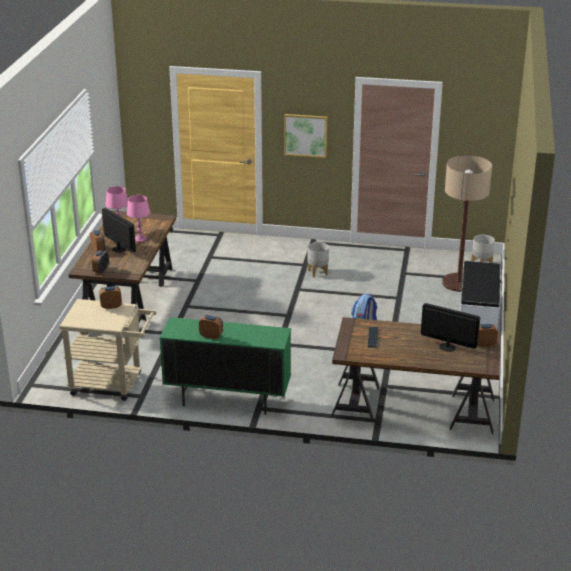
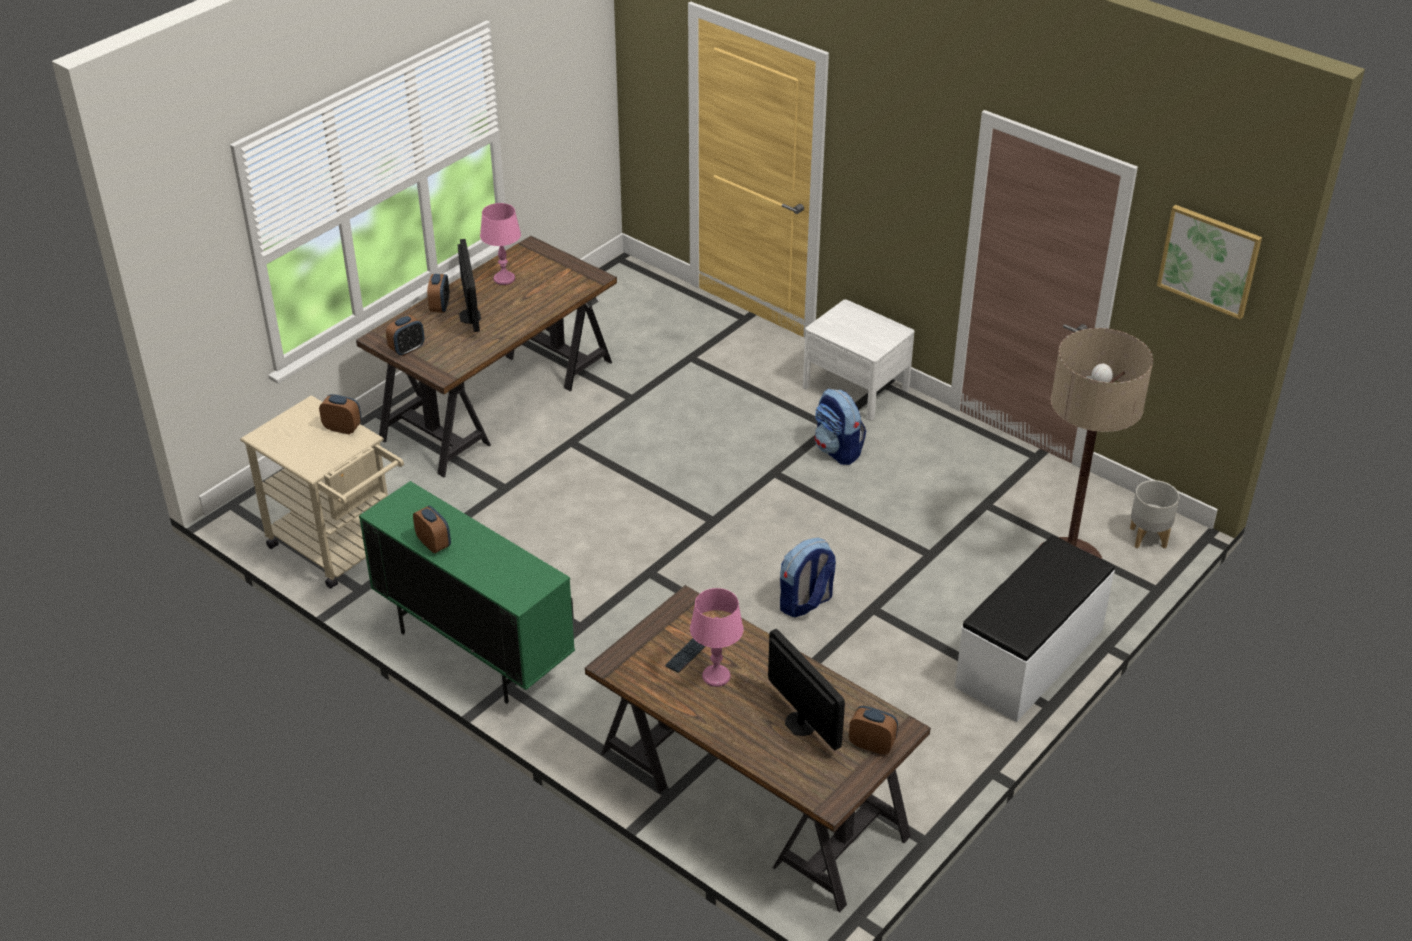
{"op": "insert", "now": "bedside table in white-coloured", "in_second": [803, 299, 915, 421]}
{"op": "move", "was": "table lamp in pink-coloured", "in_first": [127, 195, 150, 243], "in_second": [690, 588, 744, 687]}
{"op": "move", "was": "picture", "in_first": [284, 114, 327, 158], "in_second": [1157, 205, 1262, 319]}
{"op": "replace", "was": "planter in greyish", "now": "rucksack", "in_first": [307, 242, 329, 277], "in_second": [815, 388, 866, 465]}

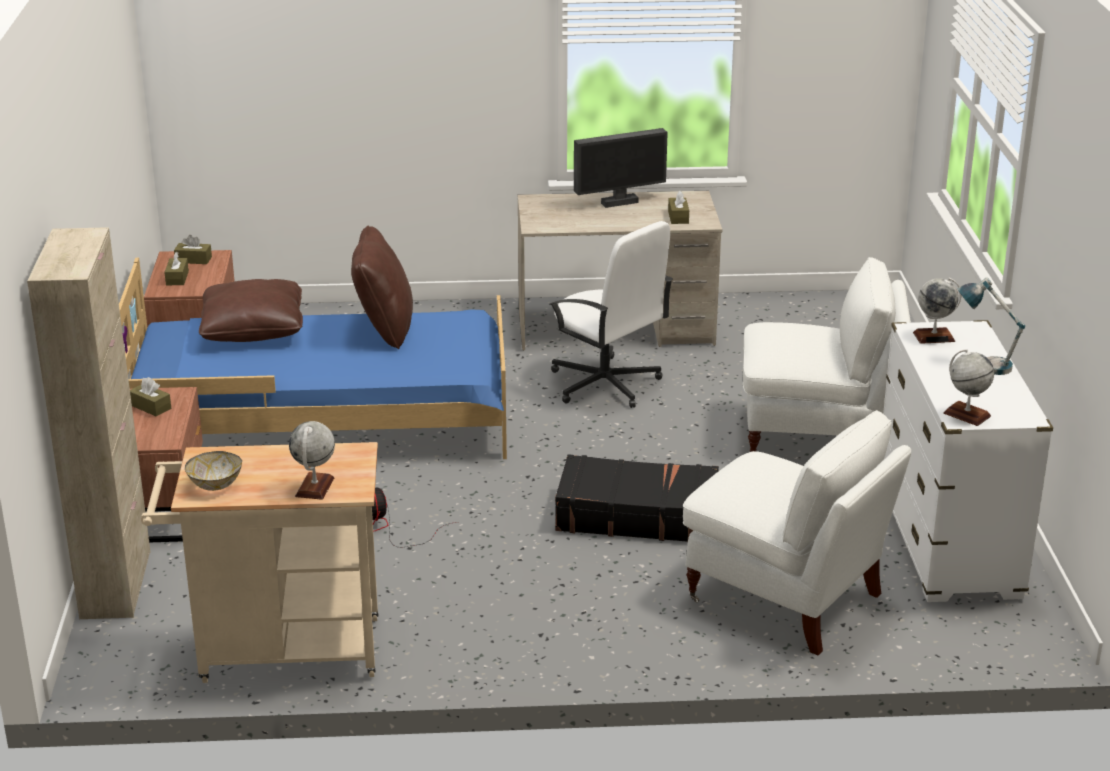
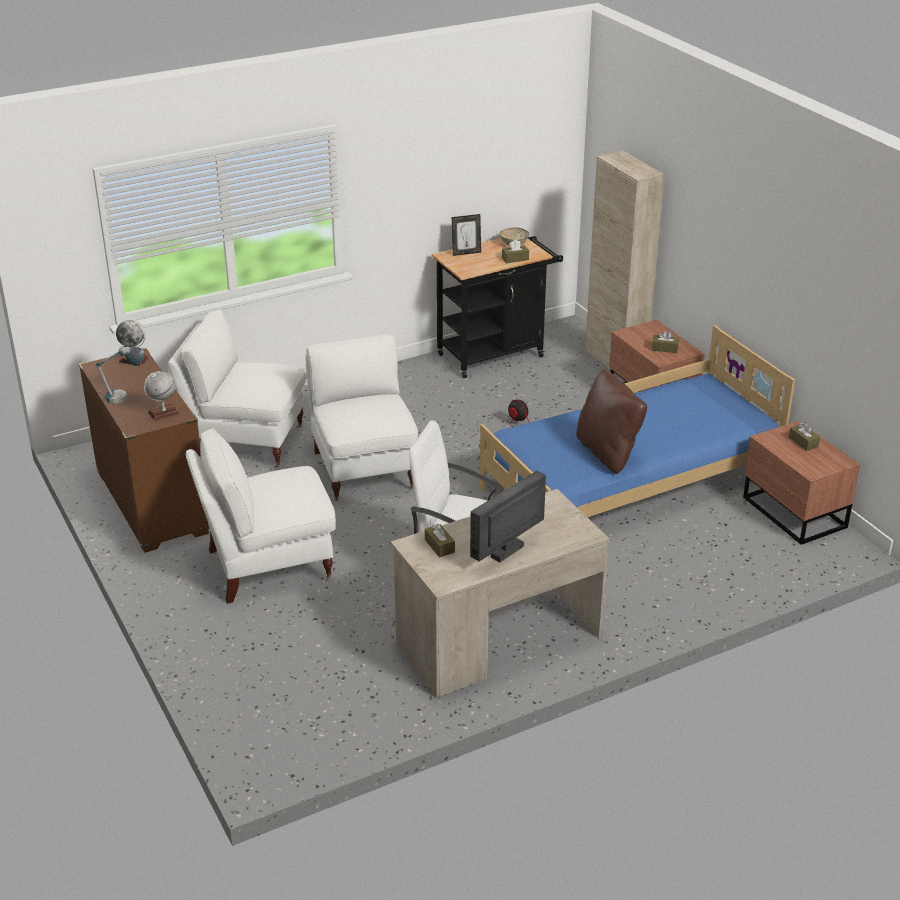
{"op": "delete", "was": "pillow in brown-coloured", "in_first": [199, 279, 303, 342]}
{"op": "move", "was": "tissue holder in brown-coloured", "in_first": [174, 235, 212, 264], "in_second": [502, 240, 529, 263]}
{"op": "replace", "was": "world globe", "now": "photo frame", "in_first": [289, 421, 335, 500], "in_second": [452, 214, 481, 256]}
{"op": "replace", "was": "piece of luggage in black-coloured", "now": "lounge chair in white-coloured", "in_first": [555, 454, 719, 542], "in_second": [305, 334, 418, 501]}
{"op": "recolor", "was": "trolley in sand-coloured", "now": "trolley in black-coloured", "in_first": [141, 442, 378, 683], "in_second": [432, 236, 563, 378]}
{"op": "recolor", "was": "dresser in white-coloured", "now": "dresser in brown-coloured", "in_first": [883, 320, 1053, 602], "in_second": [79, 348, 209, 553]}

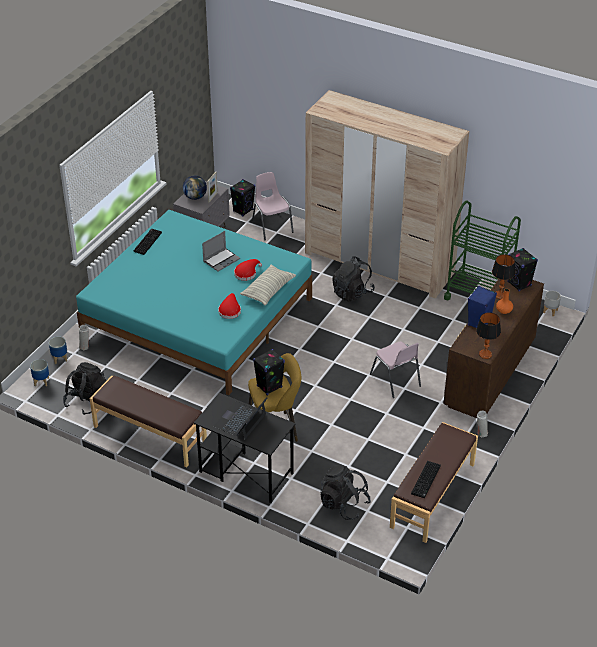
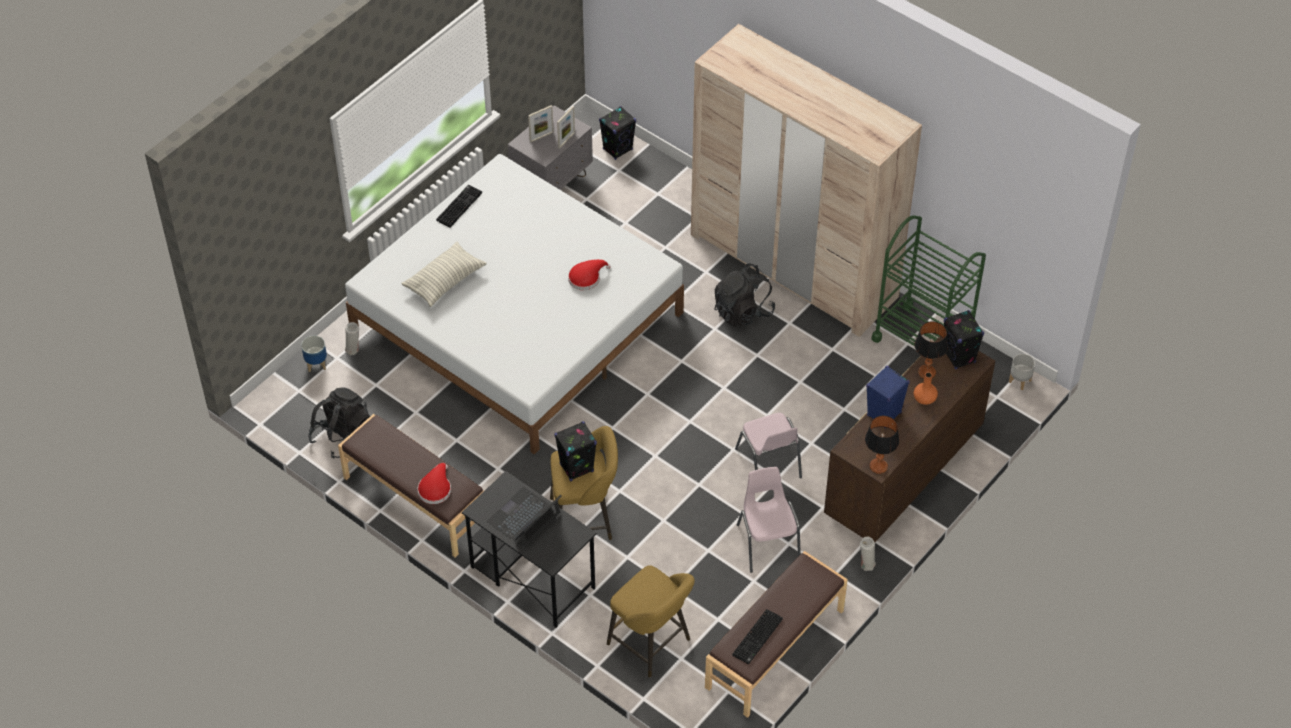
{"op": "delete", "was": "planter", "in_first": [30, 359, 49, 387]}
{"op": "delete", "was": "notebook computer", "in_first": [202, 231, 240, 271]}
{"op": "move", "was": "hat in red-coloured", "in_first": [218, 293, 241, 319], "in_second": [417, 463, 451, 504]}
{"op": "move", "was": "pillow", "in_first": [240, 265, 296, 306], "in_second": [401, 241, 486, 307]}
{"op": "move", "was": "upright chair in pink-coloured", "in_first": [252, 172, 294, 240], "in_second": [737, 467, 801, 573]}
{"op": "replace", "was": "world globe", "now": "photo frame", "in_first": [183, 175, 207, 200], "in_second": [528, 105, 554, 143]}
{"op": "replace", "was": "rucksack in black-coloured", "now": "stool seat in yellowish", "in_first": [321, 465, 371, 520], "in_second": [607, 565, 695, 678]}
{"op": "recolor", "was": "sleeping bed in turquoise-coloured", "now": "sleeping bed in white-coloured", "in_first": [76, 210, 312, 395], "in_second": [345, 154, 684, 454]}

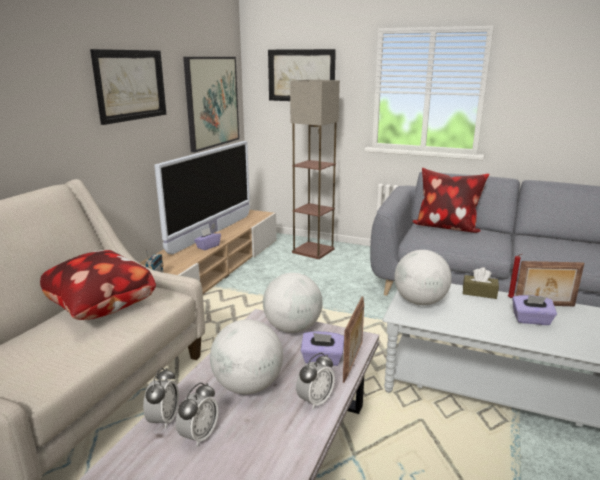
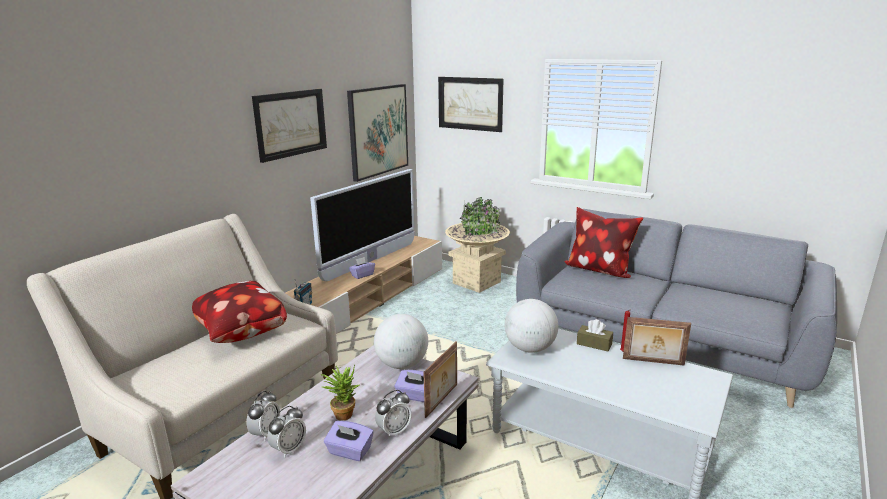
{"op": "move", "was": "tissue holder in purple-coloured", "in_first": [512, 295, 557, 325], "in_second": [324, 421, 374, 461]}
{"op": "replace", "was": "world globe", "now": "houseplant", "in_first": [210, 319, 283, 394], "in_second": [321, 364, 359, 421]}
{"op": "replace", "was": "standing lamp", "now": "planter in sand-coloured", "in_first": [290, 80, 340, 259], "in_second": [445, 197, 510, 293]}

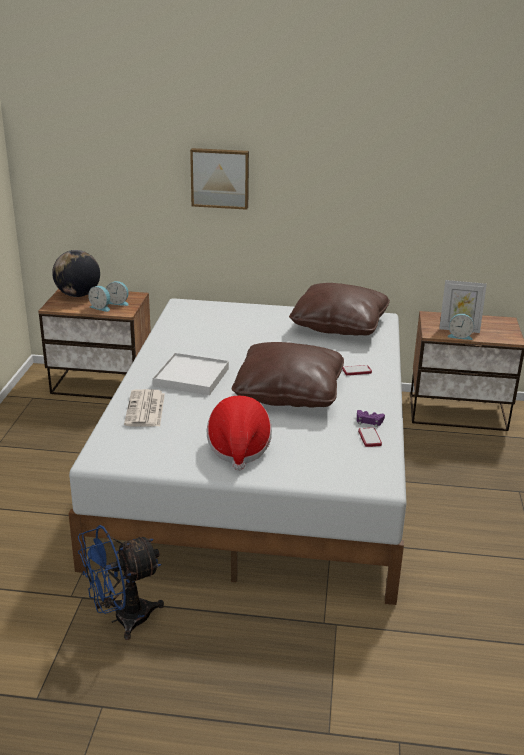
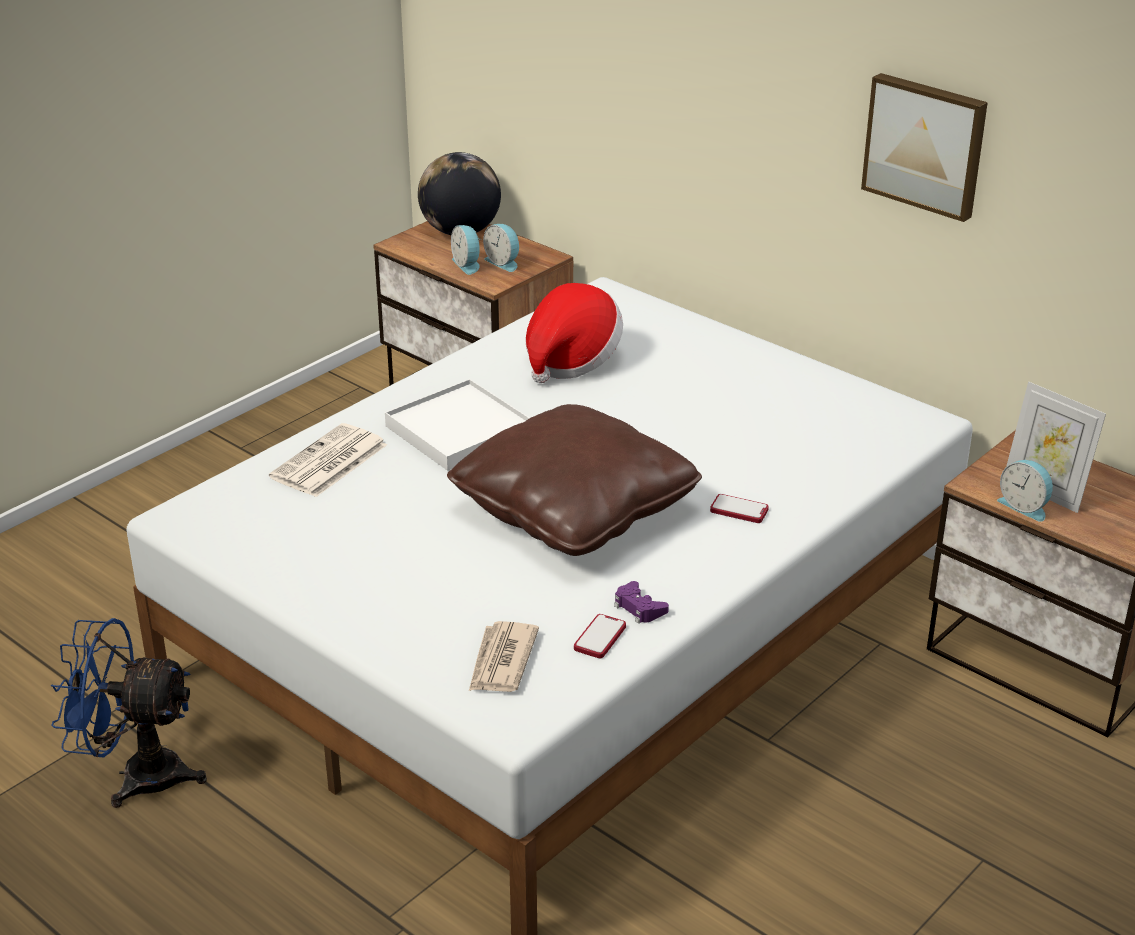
{"op": "delete", "was": "pillow in brown-coloured", "in_first": [289, 283, 390, 336]}
{"op": "insert", "now": "printed paper", "in_second": [469, 621, 539, 692]}
{"op": "move", "was": "picture", "in_first": [190, 148, 249, 210], "in_second": [861, 73, 988, 222]}
{"op": "move", "was": "hat", "in_first": [207, 396, 272, 470], "in_second": [525, 283, 623, 383]}

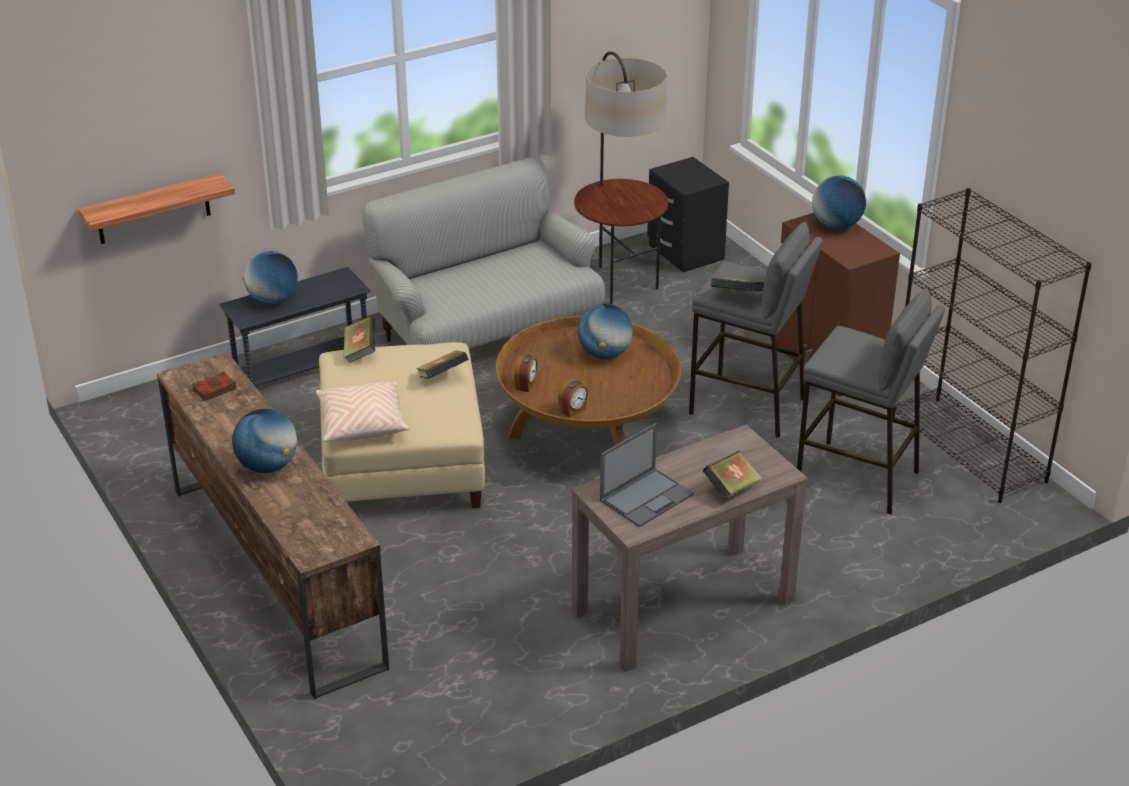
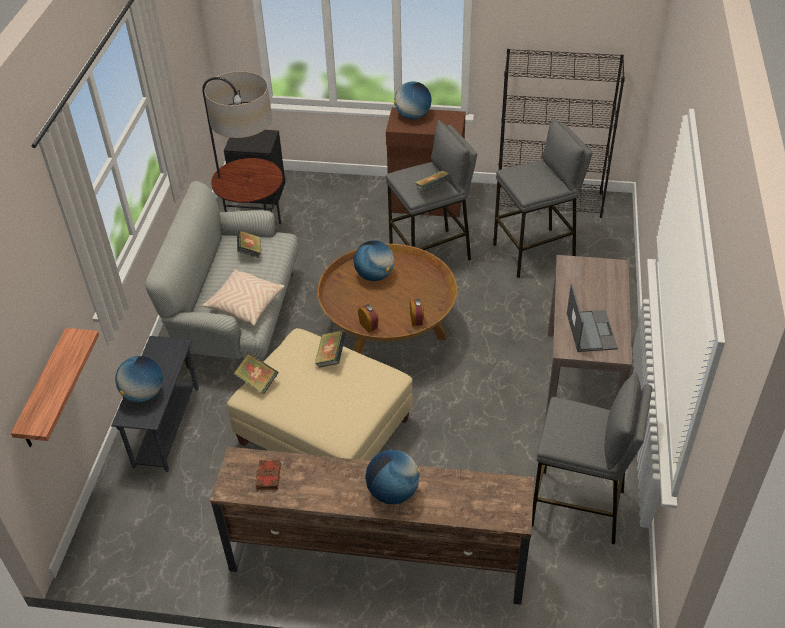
{"op": "insert", "now": "stool seat in greyish", "in_second": [532, 372, 652, 544]}
{"op": "move", "was": "pillow in sand-coloured", "in_first": [315, 381, 410, 442], "in_second": [202, 269, 285, 326]}
{"op": "move", "was": "volume", "in_first": [703, 451, 762, 500], "in_second": [237, 231, 261, 258]}

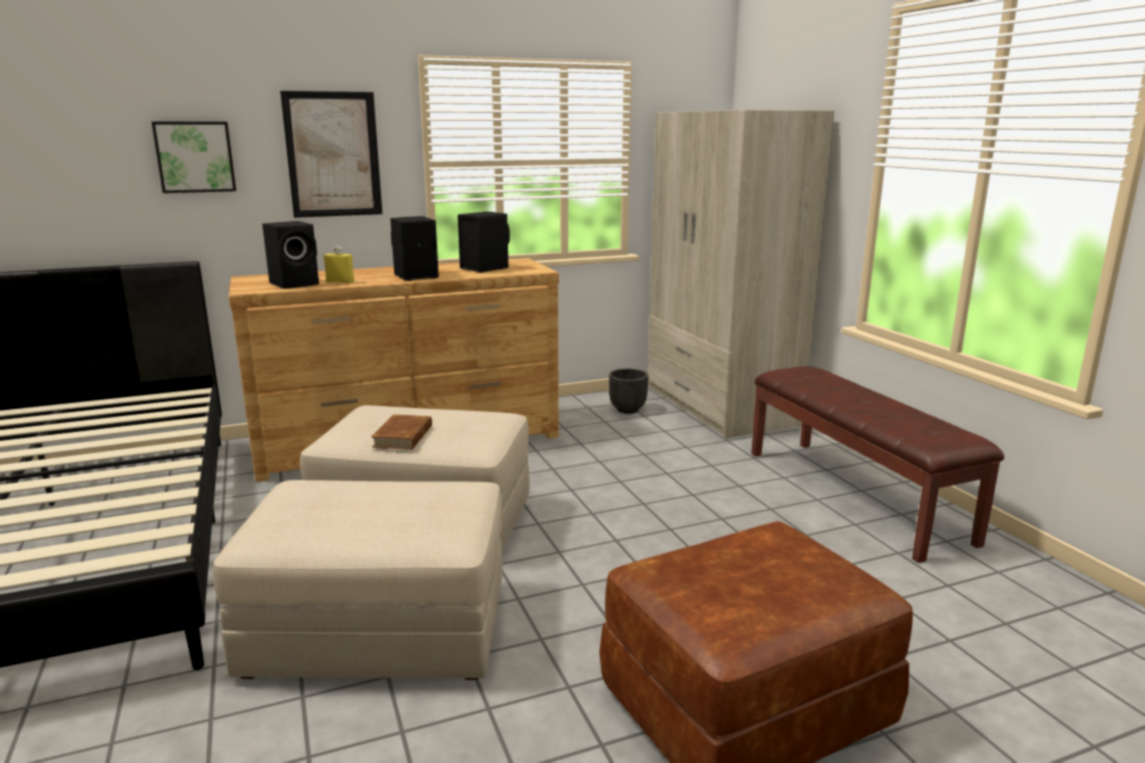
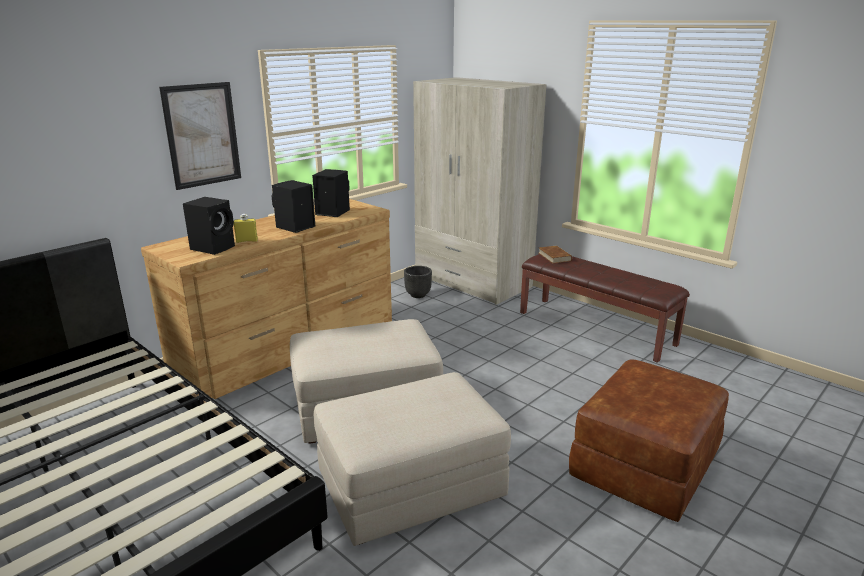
{"op": "delete", "was": "picture", "in_first": [152, 122, 236, 193]}
{"op": "move", "was": "volume in brown-coloured", "in_first": [371, 415, 432, 450], "in_second": [539, 246, 572, 264]}

